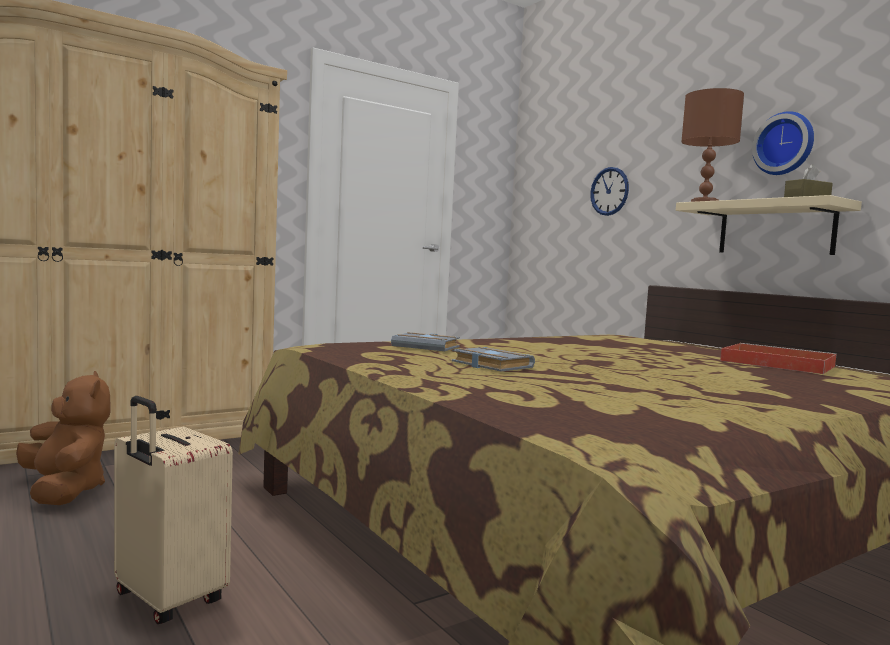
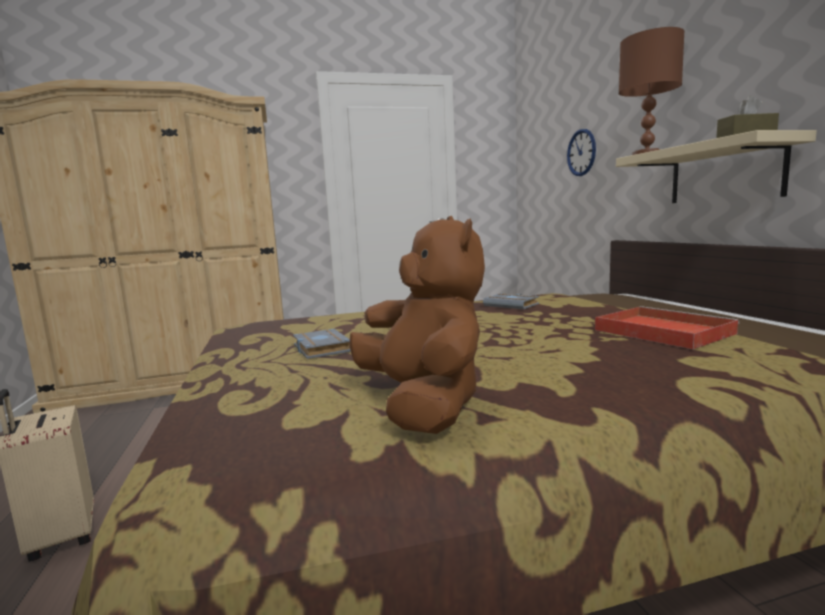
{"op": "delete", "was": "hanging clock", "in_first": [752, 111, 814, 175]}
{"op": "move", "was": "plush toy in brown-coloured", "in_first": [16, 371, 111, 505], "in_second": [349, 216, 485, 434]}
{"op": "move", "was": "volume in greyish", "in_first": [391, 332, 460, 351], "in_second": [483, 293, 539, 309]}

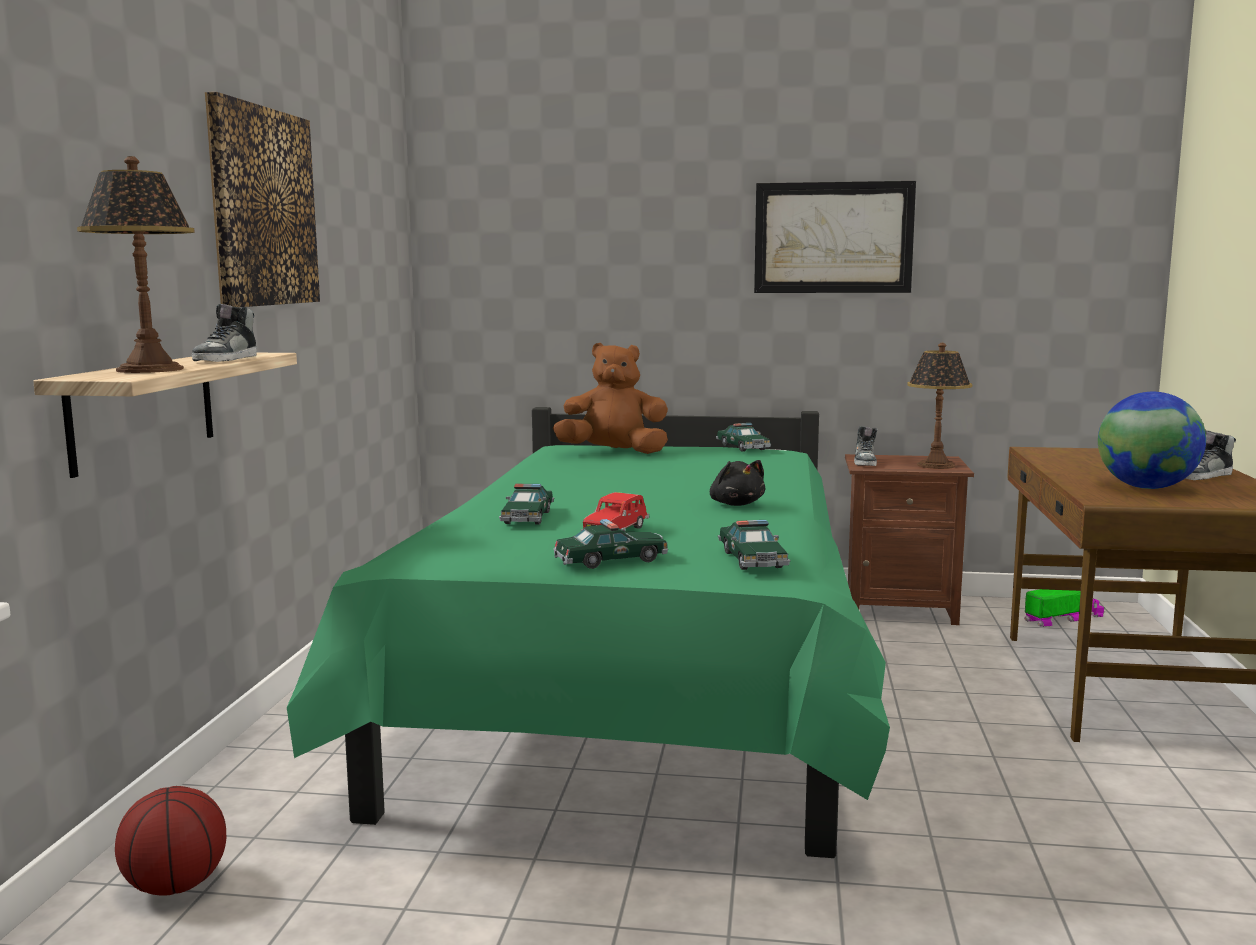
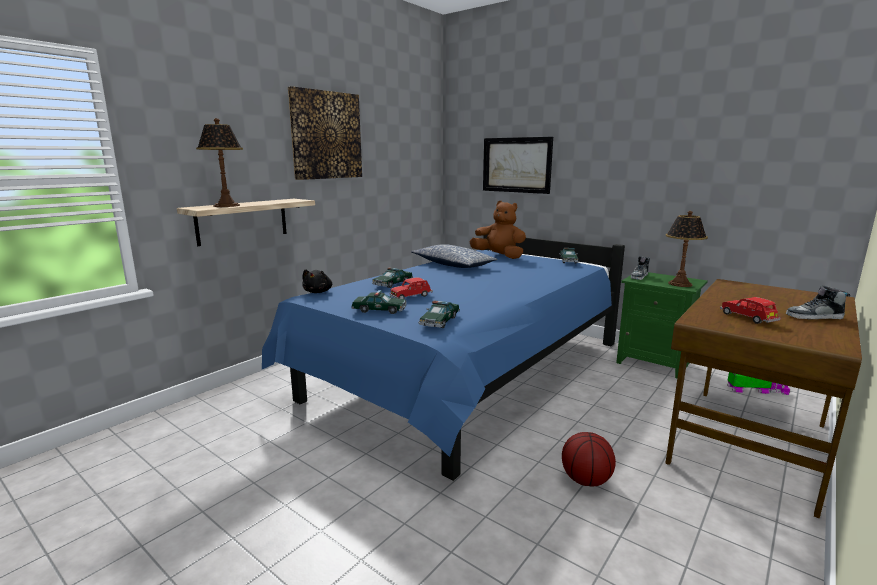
{"op": "delete", "was": "item of footwear", "in_first": [192, 303, 257, 362]}
{"op": "insert", "now": "pillow", "in_second": [411, 244, 497, 268]}
{"op": "move", "was": "basketball ball", "in_first": [115, 786, 226, 896], "in_second": [562, 432, 616, 486]}
{"op": "move", "was": "plush toy in black-coloured", "in_first": [710, 460, 765, 506], "in_second": [302, 269, 332, 293]}
{"op": "move", "was": "picture", "in_first": [754, 181, 916, 293], "in_second": [483, 137, 553, 194]}
{"op": "replace", "was": "world globe", "now": "miniature car in red-coloured", "in_first": [1098, 392, 1206, 489], "in_second": [720, 297, 781, 324]}
{"op": "recolor", "was": "sleeping bed in green-coloured", "now": "sleeping bed in blue-coloured", "in_first": [287, 407, 890, 858], "in_second": [262, 235, 625, 481]}
{"op": "recolor", "was": "bedside table in brown-coloured", "now": "bedside table in green-coloured", "in_first": [845, 454, 974, 625], "in_second": [616, 272, 708, 378]}

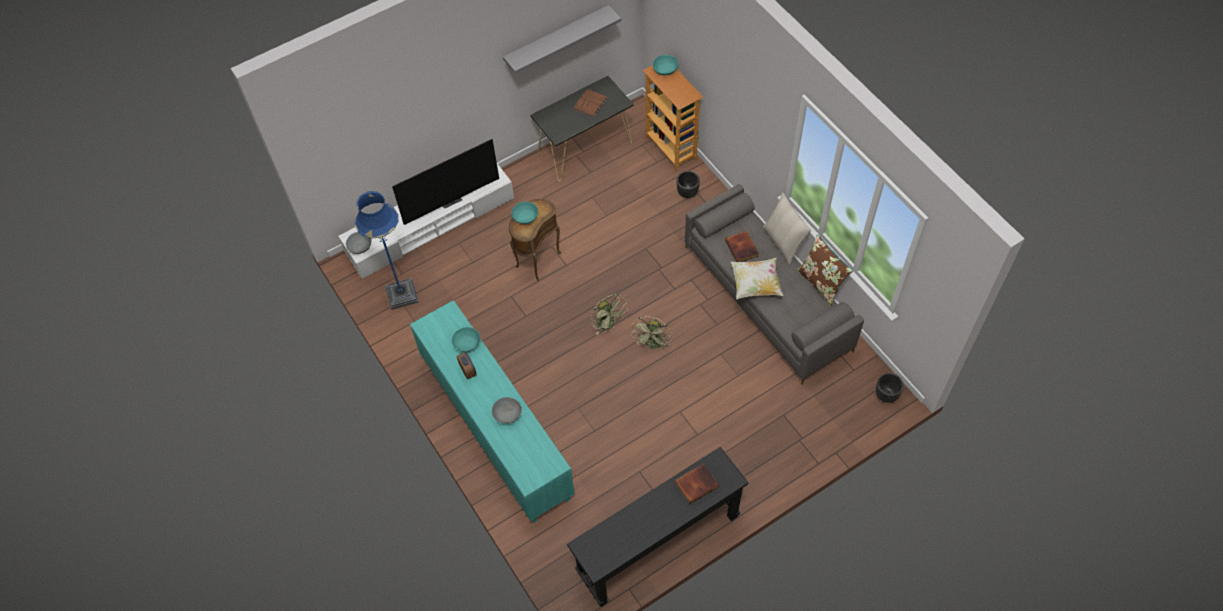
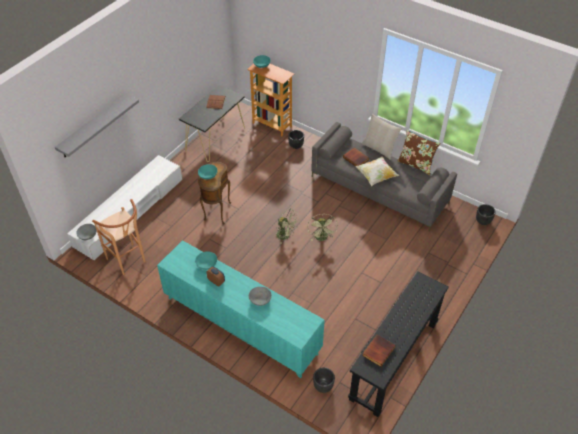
{"op": "delete", "was": "TV", "in_first": [392, 139, 499, 225]}
{"op": "insert", "now": "planter in black-coloured", "in_second": [313, 367, 335, 393]}
{"op": "move", "was": "shelf in greyish", "in_first": [503, 5, 621, 74], "in_second": [55, 94, 139, 157]}
{"op": "move", "was": "volume", "in_first": [675, 463, 719, 504], "in_second": [362, 335, 395, 367]}
{"op": "replace", "was": "standing lamp in blue-coloured", "now": "stool seat in brown-coloured", "in_first": [355, 191, 418, 310], "in_second": [92, 199, 145, 275]}

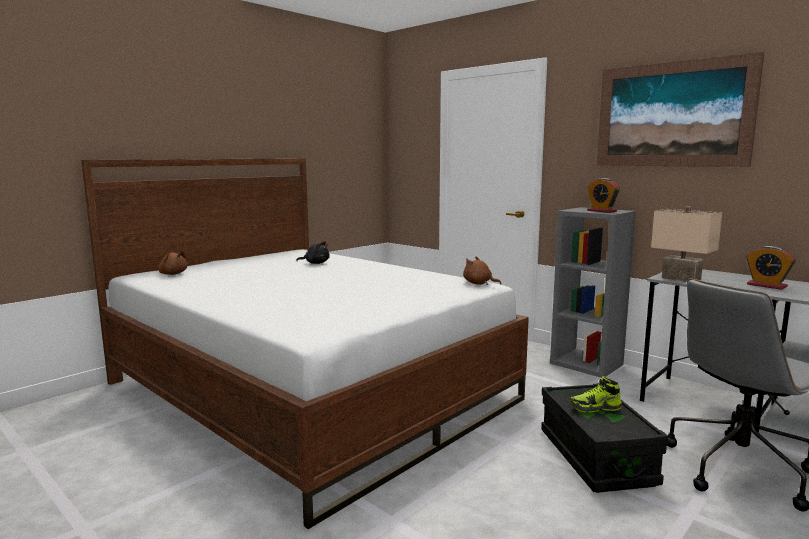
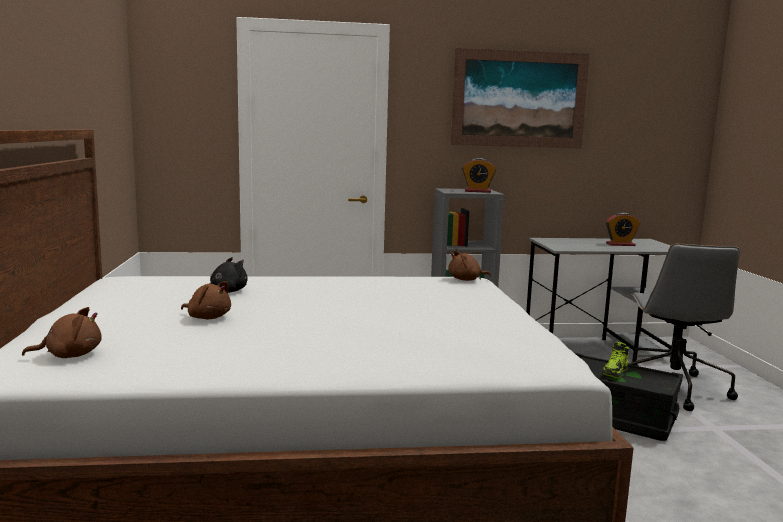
{"op": "delete", "was": "table lamp in sand-coloured", "in_first": [651, 206, 722, 282]}
{"op": "insert", "now": "plush toy in brown-coloured", "in_second": [181, 281, 231, 319]}

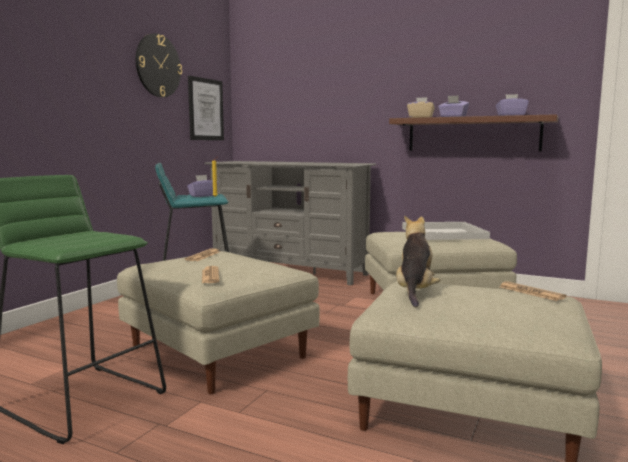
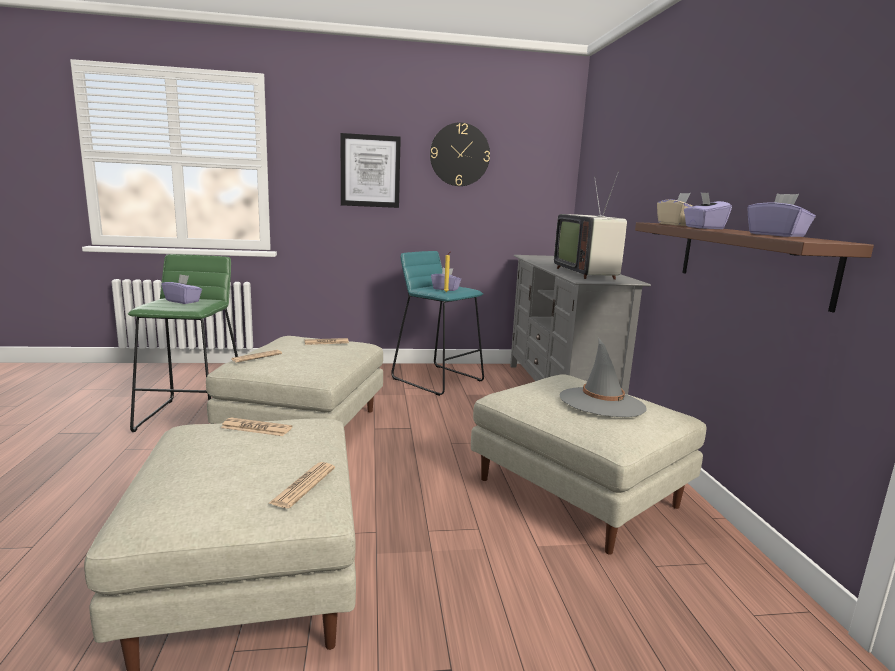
{"op": "insert", "now": "tissue holder in purple-coloured", "in_second": [161, 274, 202, 304]}
{"op": "insert", "now": "TV", "in_second": [554, 170, 627, 280]}
{"op": "move", "was": "picture", "in_first": [188, 76, 224, 140], "in_second": [341, 133, 401, 208]}
{"op": "replace", "was": "plush toy", "now": "printed paper", "in_first": [396, 215, 440, 308], "in_second": [221, 418, 292, 436]}
{"op": "replace", "was": "serving tray in white-coloured", "now": "hat in greyish", "in_first": [402, 222, 490, 240], "in_second": [559, 338, 647, 417]}

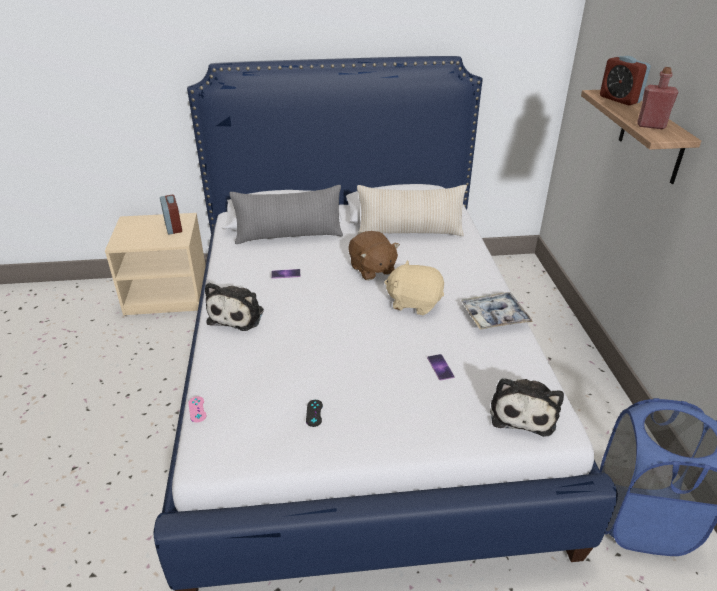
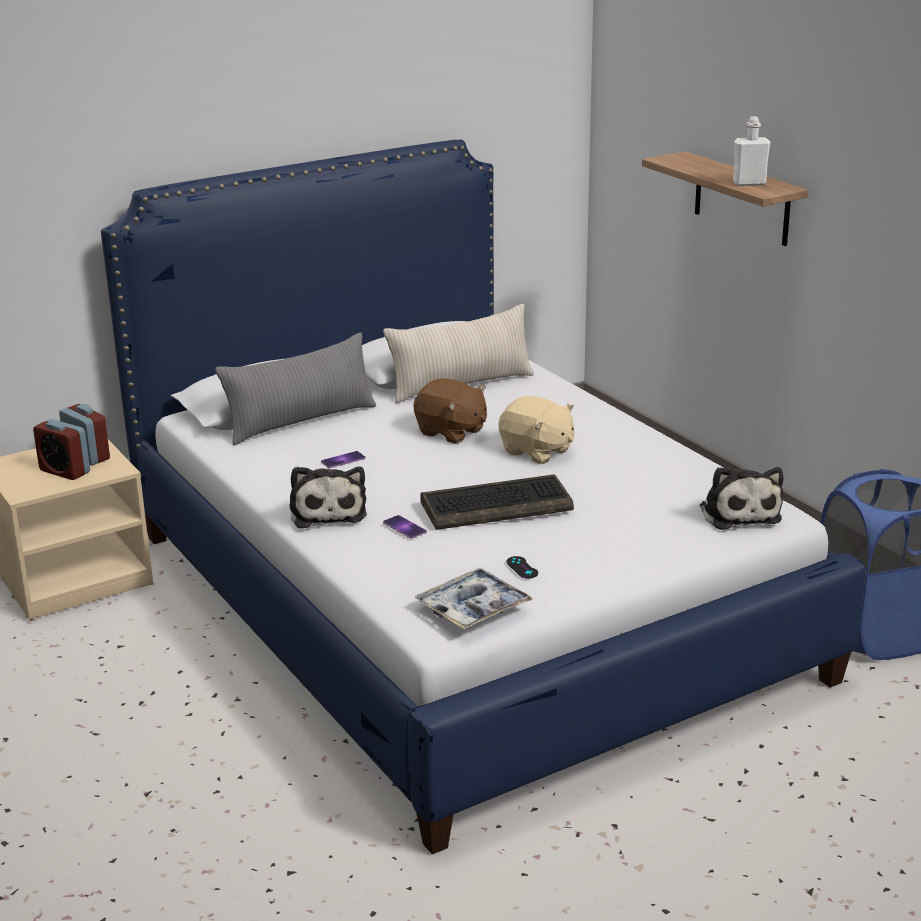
{"op": "delete", "was": "game controller in pink-coloured", "in_first": [188, 396, 207, 423]}
{"op": "insert", "now": "keyboard", "in_second": [420, 474, 574, 530]}
{"op": "move", "was": "phone", "in_first": [427, 354, 454, 380], "in_second": [383, 515, 427, 539]}
{"op": "move", "was": "serving tray", "in_first": [461, 292, 533, 330], "in_second": [414, 568, 533, 629]}
{"op": "move", "was": "alarm clock", "in_first": [600, 56, 651, 105], "in_second": [33, 419, 90, 480]}
{"op": "recolor", "was": "beverage bottle in red-coloured", "now": "beverage bottle in white-coloured", "in_first": [638, 67, 678, 129], "in_second": [733, 116, 770, 186]}
{"op": "rotate", "was": "plush toy in sand-coloured", "in_first": [384, 260, 444, 315], "in_second": [499, 396, 574, 464], "clockwise": -135}

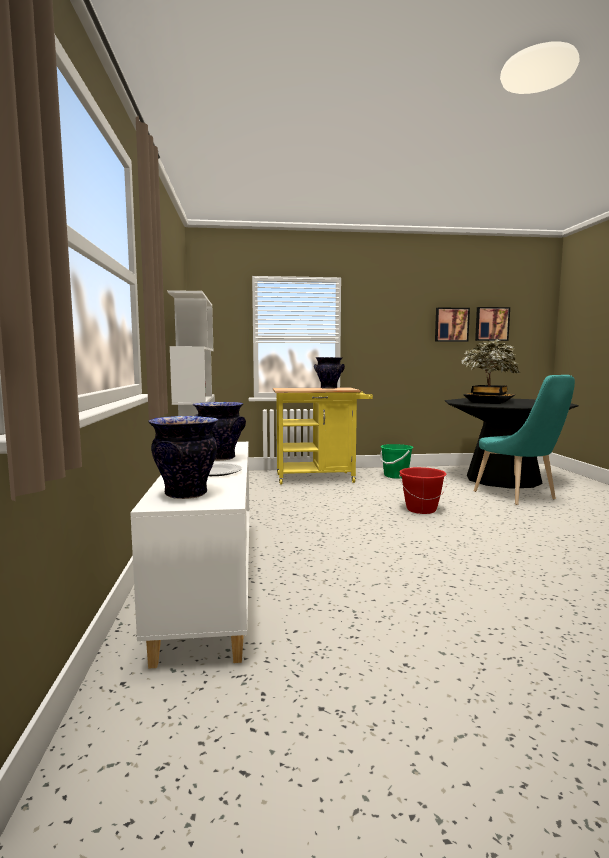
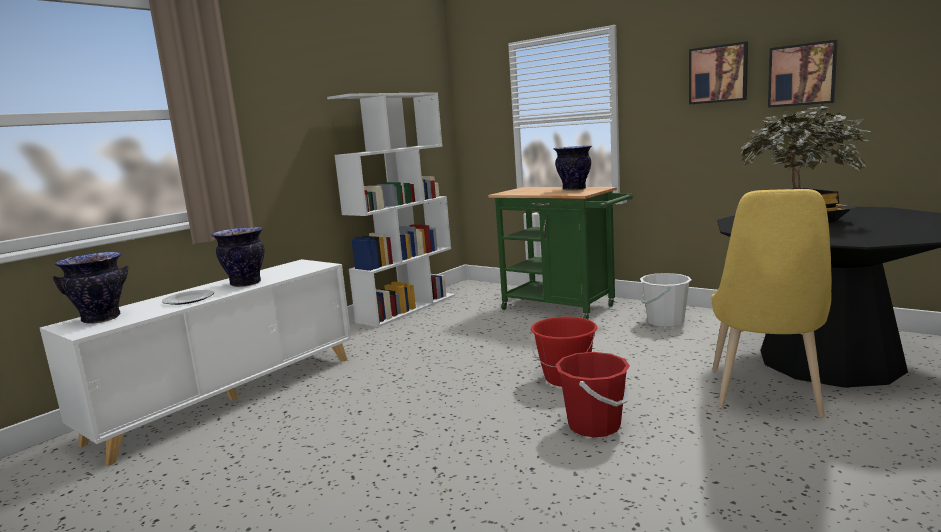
{"op": "insert", "now": "water bucket in red-coloured", "in_second": [555, 352, 630, 437]}
{"op": "move", "was": "picture", "in_first": [475, 307, 510, 341], "in_second": [689, 42, 748, 105]}
{"op": "recolor", "was": "trolley in yellowish", "now": "trolley in green-coloured", "in_first": [273, 388, 373, 485], "in_second": [488, 187, 633, 319]}
{"op": "recolor", "was": "water bucket in green-coloured", "now": "water bucket in white-coloured", "in_first": [380, 444, 413, 479], "in_second": [640, 273, 691, 327]}
{"op": "recolor", "was": "upright chair in turquoise-coloured", "now": "upright chair in yellowish", "in_first": [474, 375, 575, 505], "in_second": [711, 189, 832, 417]}

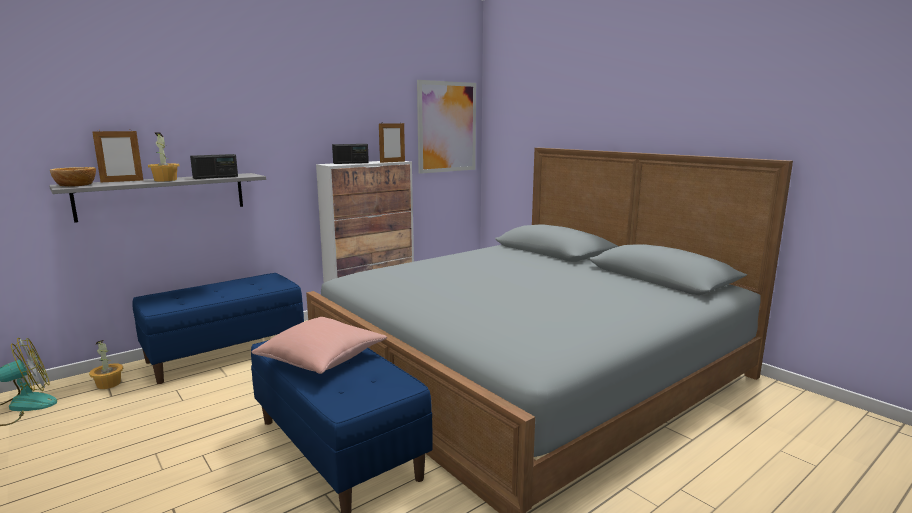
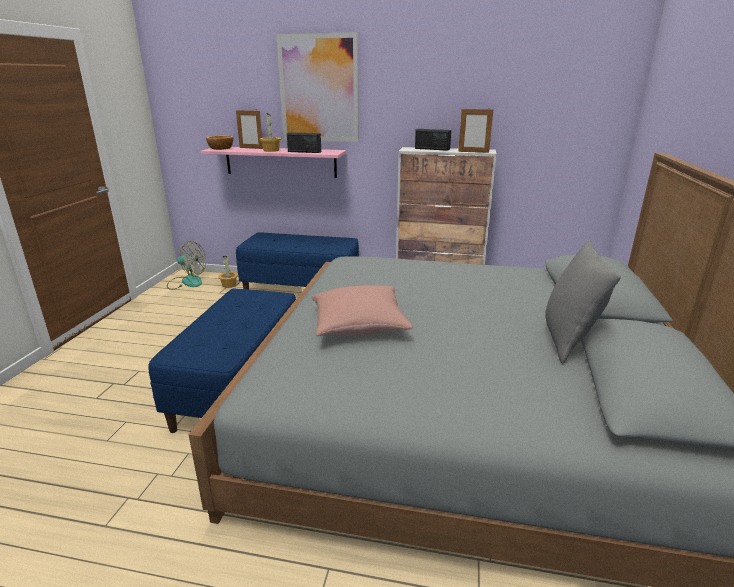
{"op": "insert", "now": "pillow in greyish", "in_second": [545, 240, 621, 364]}
{"op": "move", "was": "pillow in pink-coloured", "in_first": [251, 317, 387, 374], "in_second": [312, 285, 413, 336]}
{"op": "move", "was": "picture", "in_first": [417, 80, 476, 174], "in_second": [277, 33, 359, 142]}
{"op": "recolor", "was": "shelf in greyish", "now": "shelf in pink-coloured", "in_first": [49, 173, 266, 223], "in_second": [200, 147, 346, 178]}

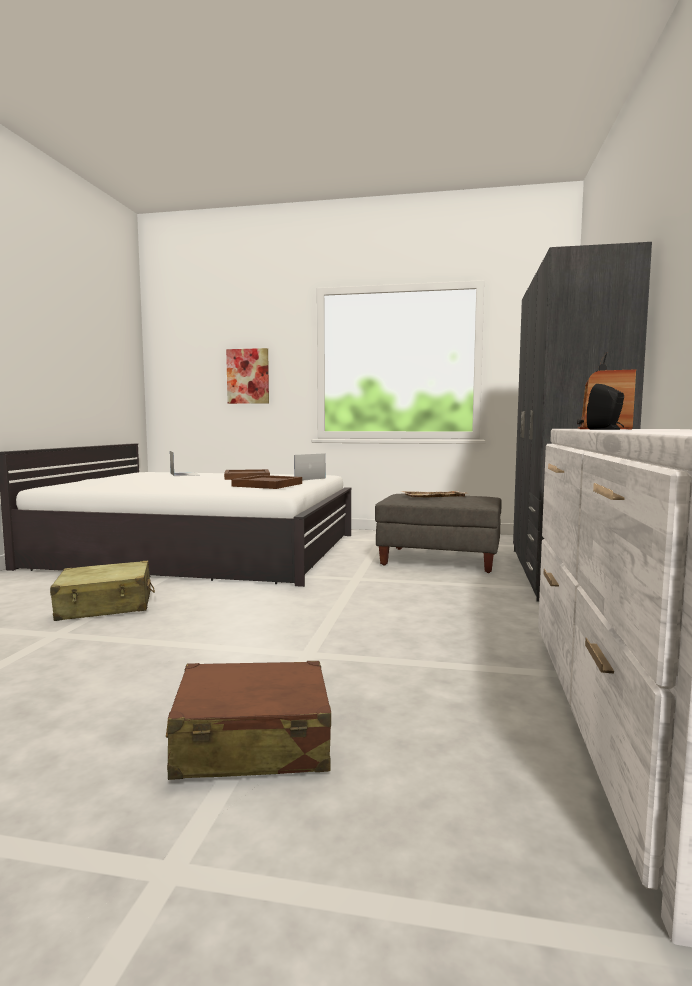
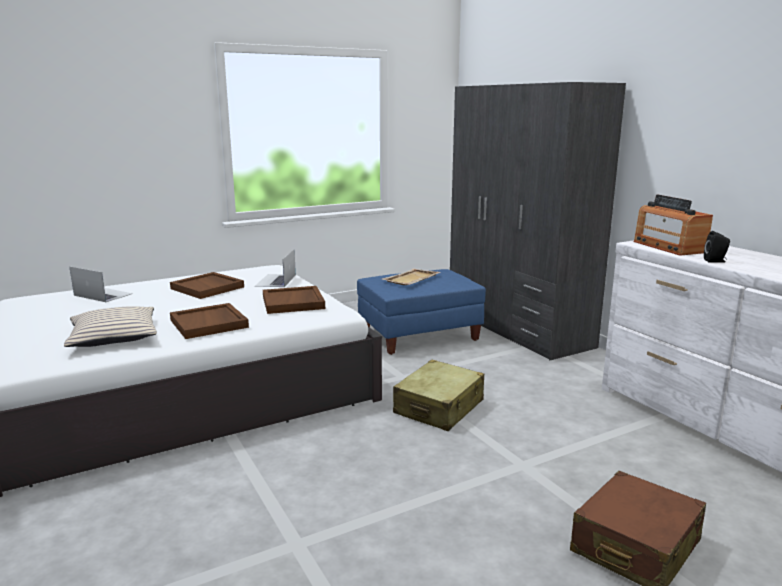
{"op": "delete", "was": "picture", "in_first": [226, 348, 269, 404]}
{"op": "insert", "now": "pillow in sand-coloured", "in_second": [64, 306, 157, 347]}
{"op": "insert", "now": "serving tray in brown-coloured", "in_second": [170, 303, 249, 339]}
{"op": "move", "was": "piece of luggage in sand-coloured", "in_first": [50, 561, 155, 621], "in_second": [393, 360, 484, 431]}
{"op": "recolor", "was": "footrest in greyish", "now": "footrest in blue-coloured", "in_first": [375, 494, 502, 573], "in_second": [357, 269, 486, 355]}

